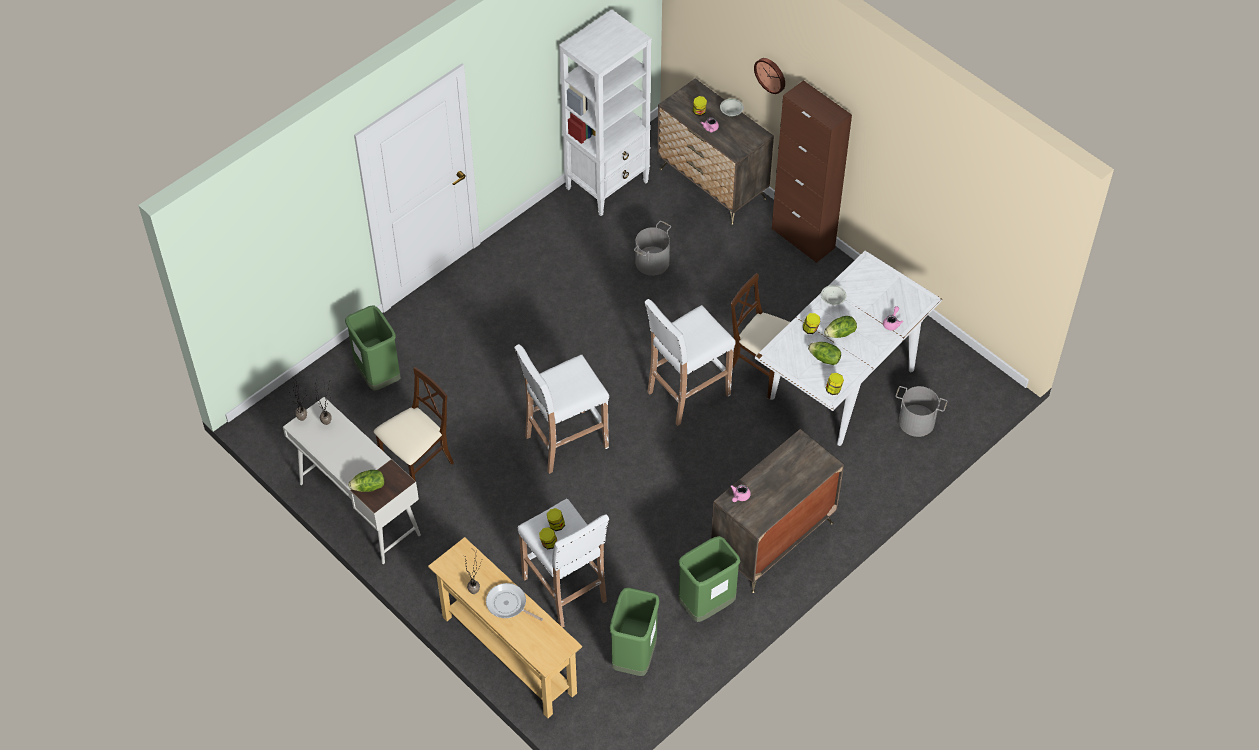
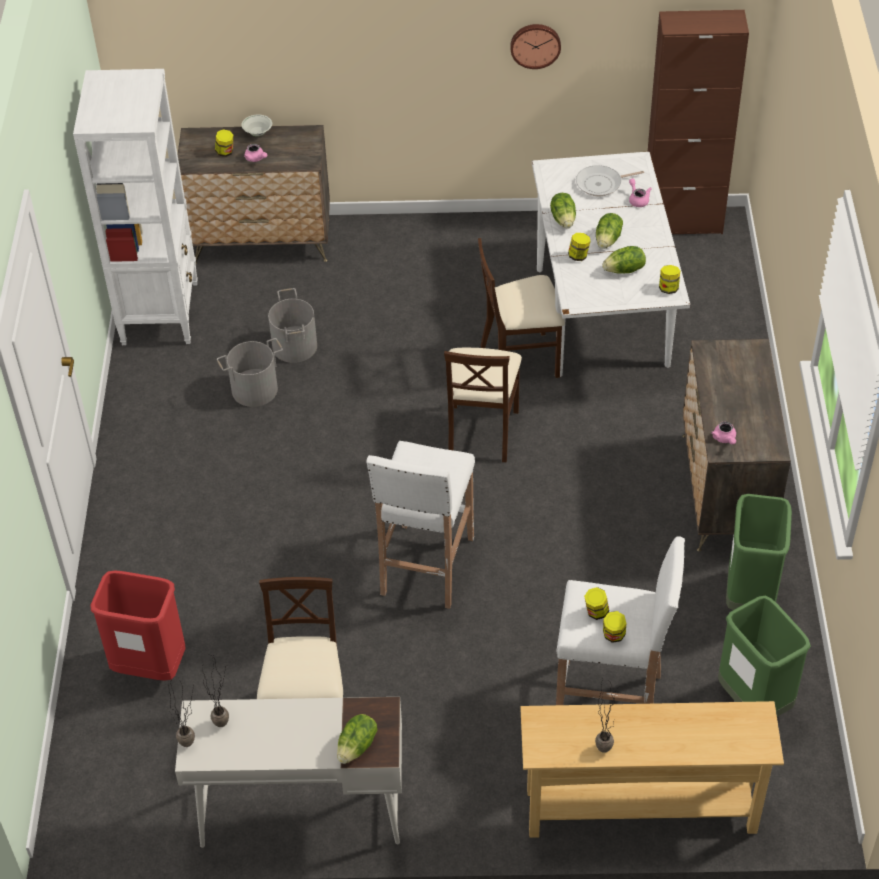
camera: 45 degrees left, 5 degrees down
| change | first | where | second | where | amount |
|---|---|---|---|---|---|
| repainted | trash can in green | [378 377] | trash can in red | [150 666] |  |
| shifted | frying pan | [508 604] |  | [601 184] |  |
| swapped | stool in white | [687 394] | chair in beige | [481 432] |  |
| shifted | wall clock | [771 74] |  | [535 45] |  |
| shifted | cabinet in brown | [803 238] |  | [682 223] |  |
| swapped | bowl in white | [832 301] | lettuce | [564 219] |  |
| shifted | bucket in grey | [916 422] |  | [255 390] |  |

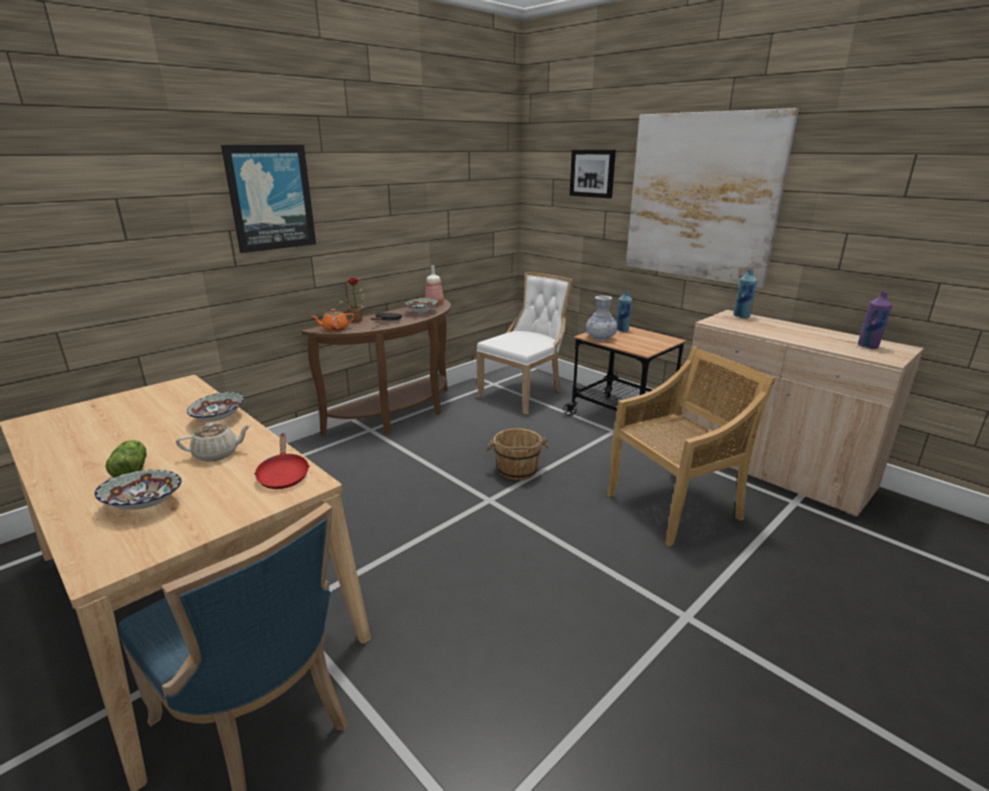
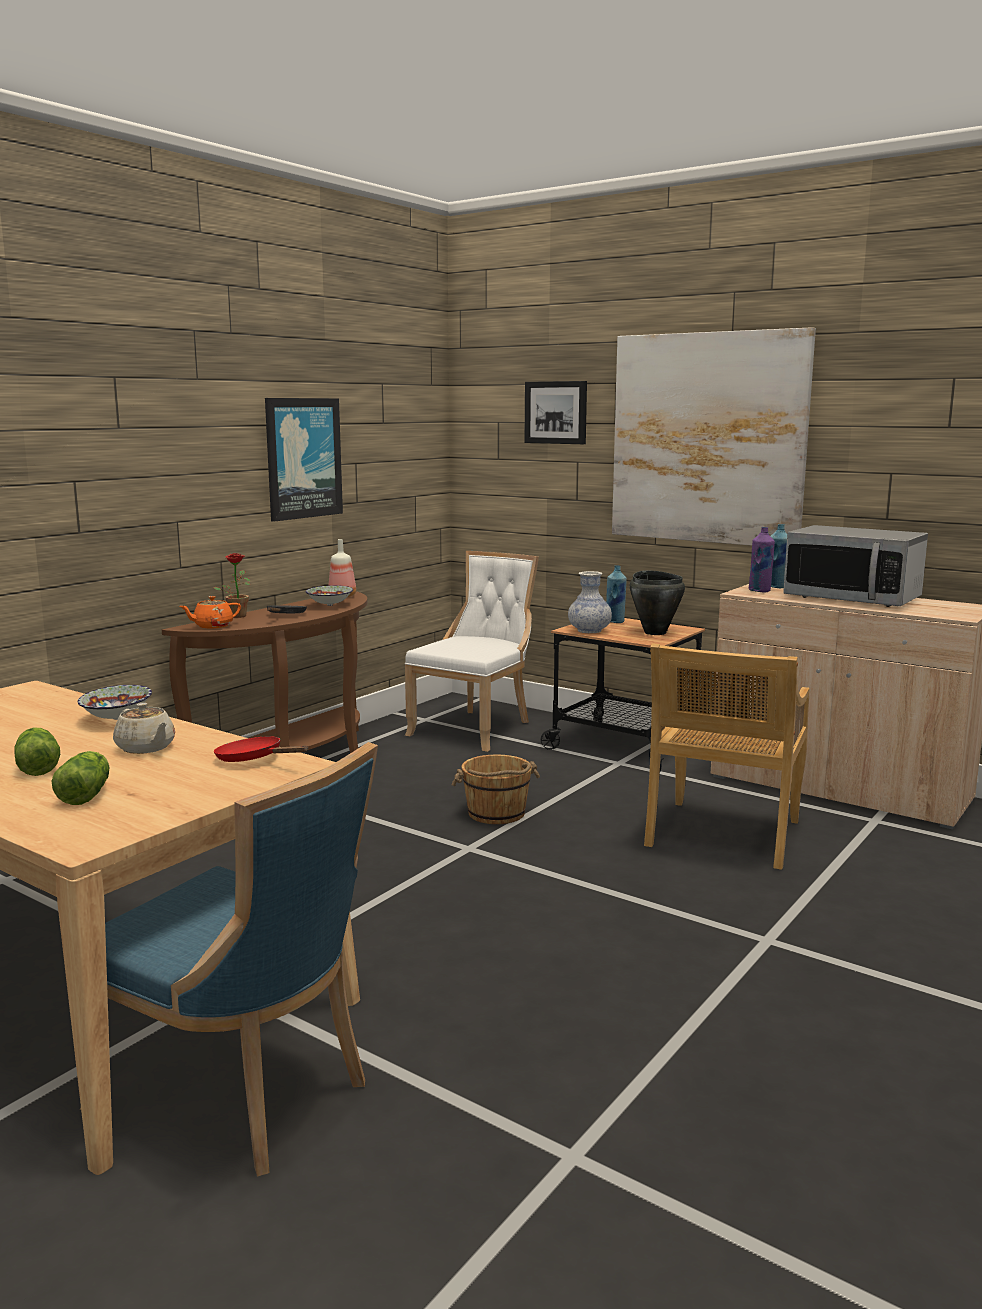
camera: 10 degrees left, 10 degrees down
| change | first | where | second | where | amount |
|---|---|---|---|---|---|
| swapped | bowl | [143 505] | lettuce | [87 794] |  |
| rotated | teapot in beige | [217 454] |  | [146 748] | 75 degrees clockwise |
| shifted | picture | [270 198] |  | [303 458] |  |
| rotated | frying pan in red | [283 475] |  | [254 759] | 150 degrees clockwise |
| rotated | chair in beige | [674 506] |  | [723 835] | 150 degrees clockwise |
| shifted | bottle in purple | [868 346] |  | [760 591] |  |
| new |  |  | cooking pot in black | [655 632] |  |
| new |  |  | microwave | [852 599] |  |

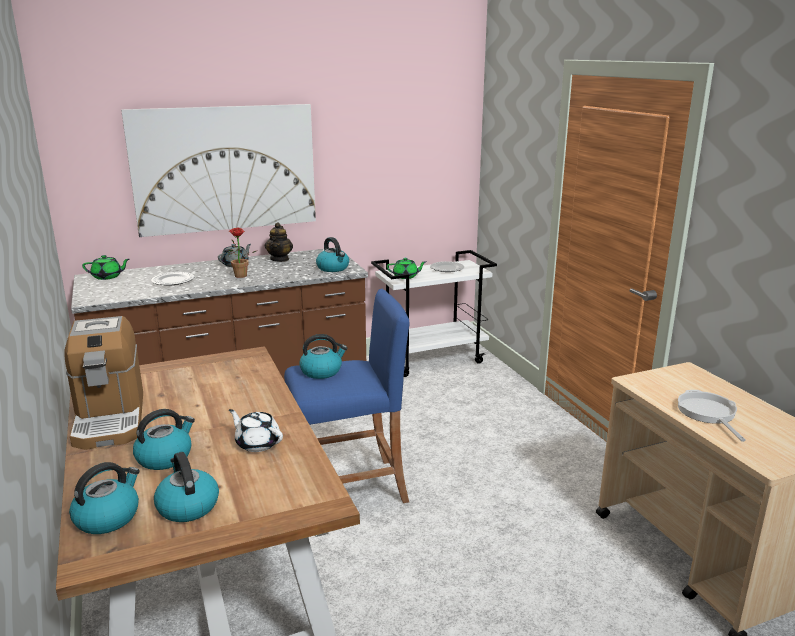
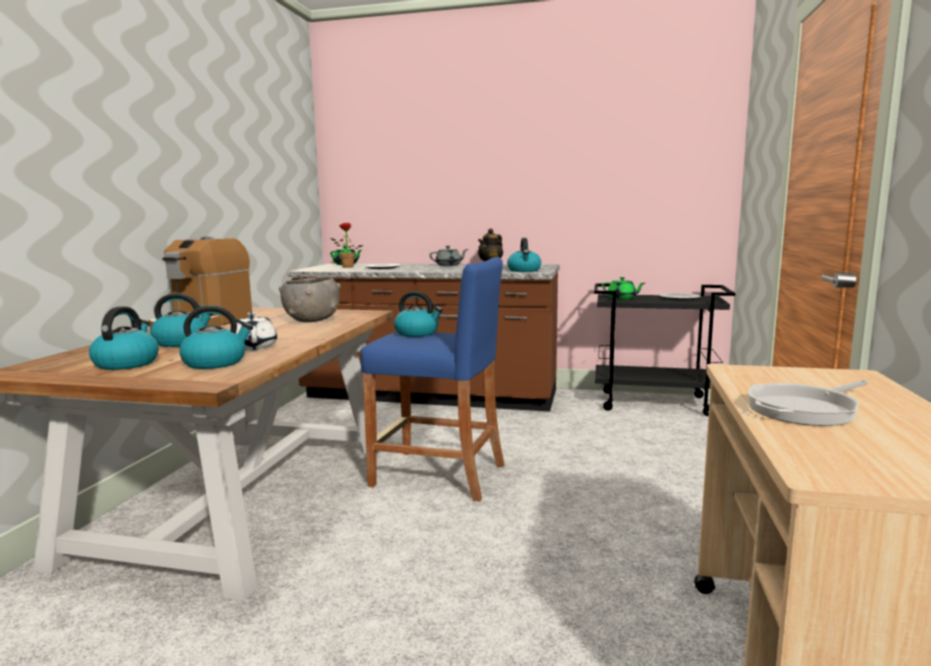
camera: 35 degrees right, 10 degrees down
| change | first | where | second | where | amount |
|---|---|---|---|---|---|
| shifted | kettle | [108 517] |  | [216 362] |  |
| gone | picture | [225 169] |  |  |  |
| shifted | potted plant | [240 276] |  | [346 267] |  |
| repainted | cart in white | [432 359] | cart in black | [655 403] |  |
| rotated | frying pan | [707 413] |  | [805 409] | 150 degrees counterclockwise |
| new |  |  | bowl in grey | [311 320] |  |

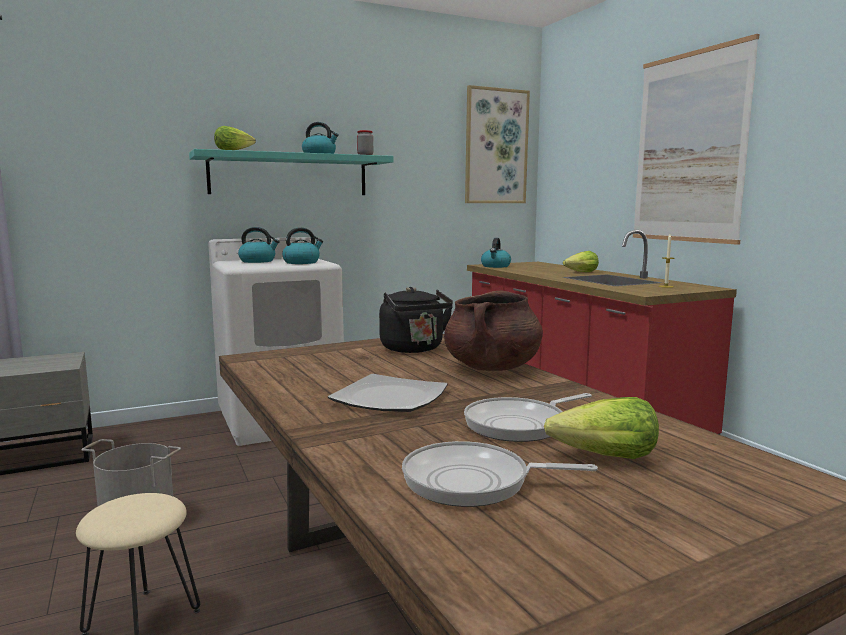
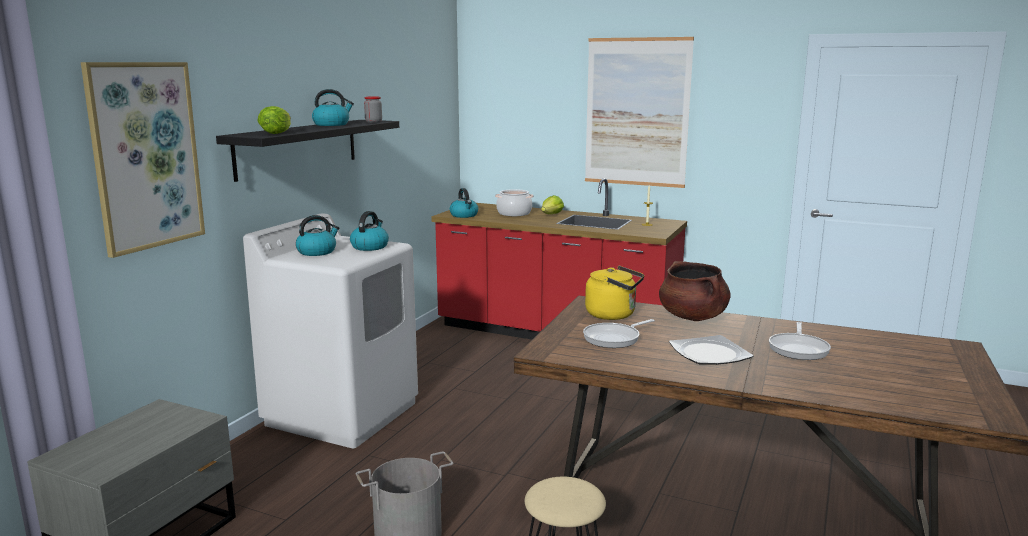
camera: 40 degrees left, 5 degrees up
| change | first | where | second | where | amount |
|---|---|---|---|---|---|
| repainted | shelf in turquoise | [289 175] | shelf in black | [298 148] |  |
| repainted | kettle in black | [414 349] | kettle in yellow | [613 315] |  |
| shifted | frying pan | [473 482] |  | [614 338] |  |
| shifted | picture | [496 147] |  | [145 156] |  |
| gone | lettuce | [605 457] |  |  |  |
| new |  |  | cooking pot | [514 213] |  |

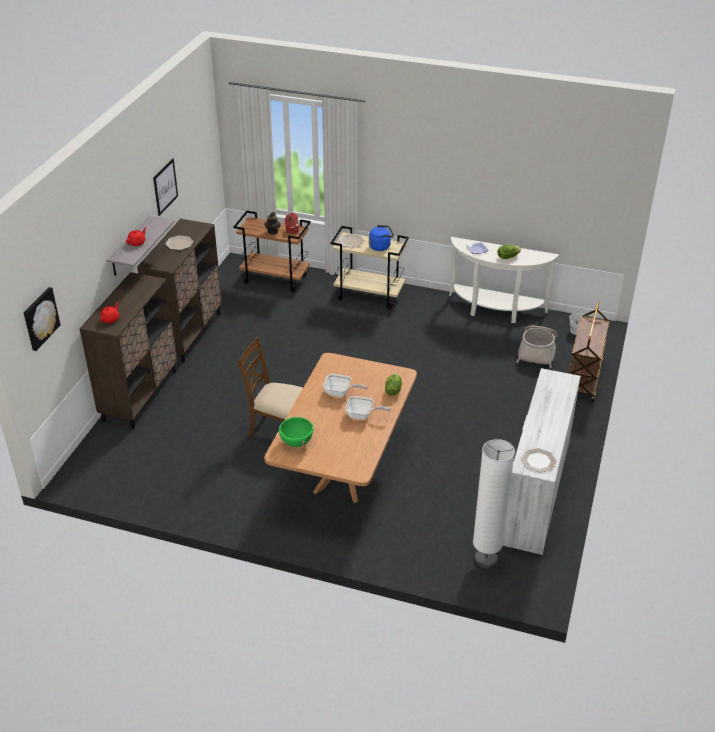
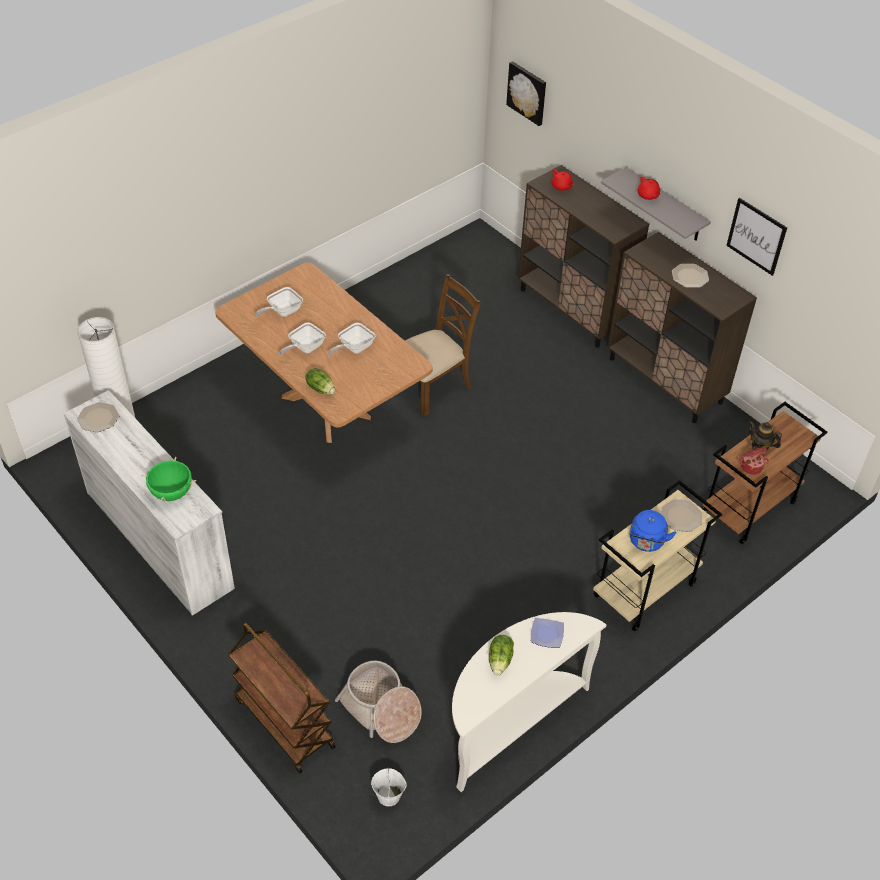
camera: 120 degrees right, 10 degrees up
| change | first | where | second | where | amount |
|---|---|---|---|---|---|
| shifted | cooking pot in green | [296 442] |  | [172 493] |  |
| new |  |  | frying pan | [282 311] |  |

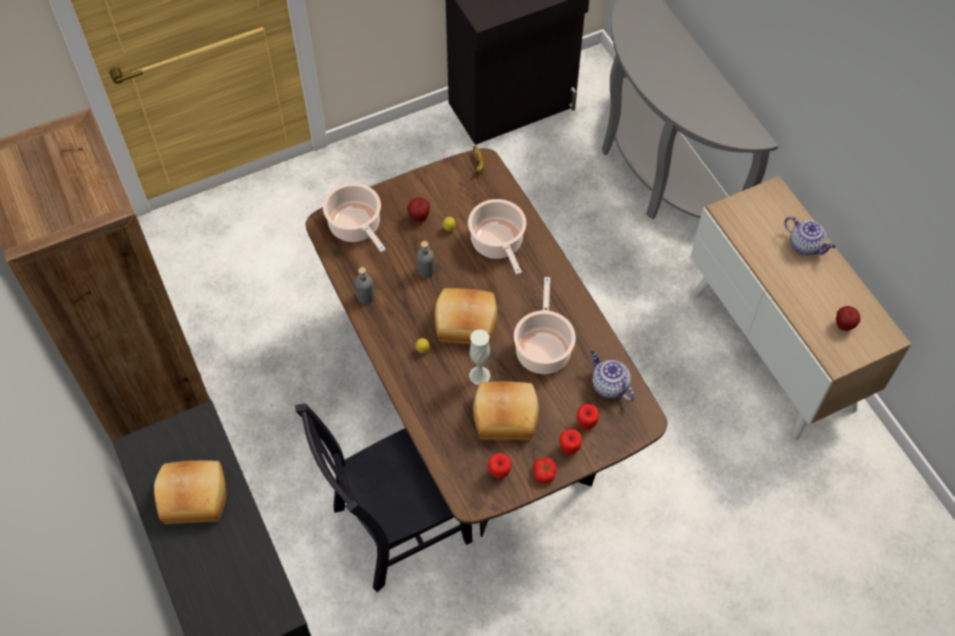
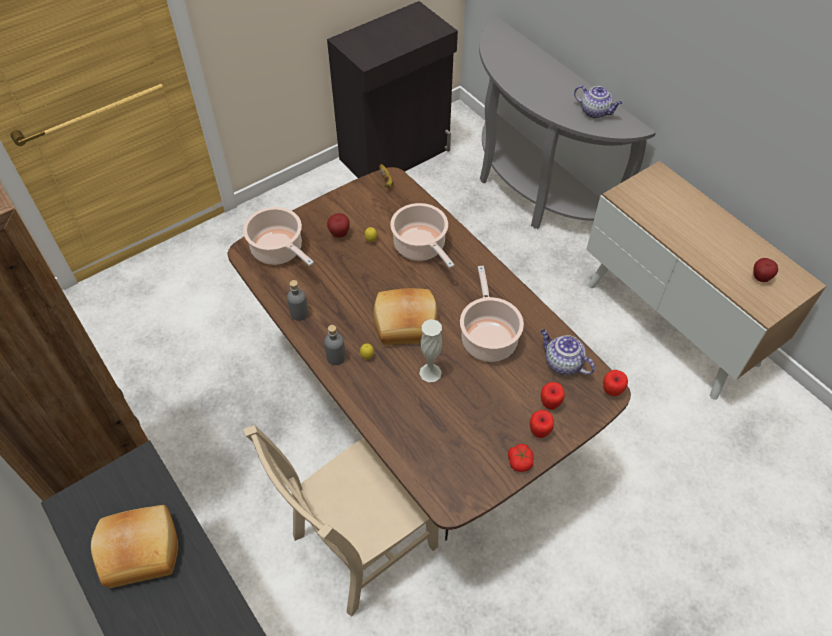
camera: 10 degrees left, 5 degrees down
| change | first | where | second | where | amount |
|---|---|---|---|---|---|
| repainted | chair in black | [396 527] | chair in beige | [359 545] |  |
| shifted | bottle in grey | [426 270] |  | [336 357] |  |
| gone | bread | [505 415] |  |  |  |
| shifted | apple | [499 473] |  | [611 392] |  |
| shifted | teapot | [805 245] |  | [595 112] |  |

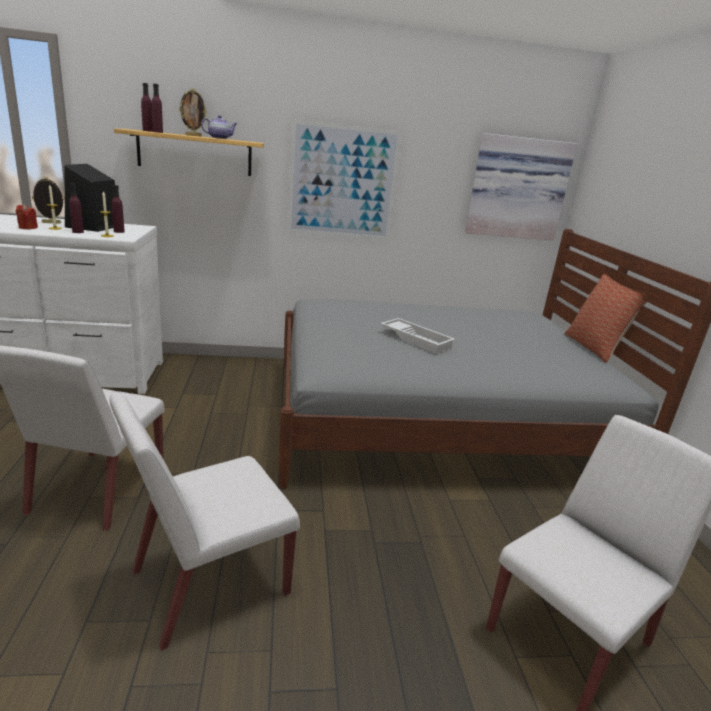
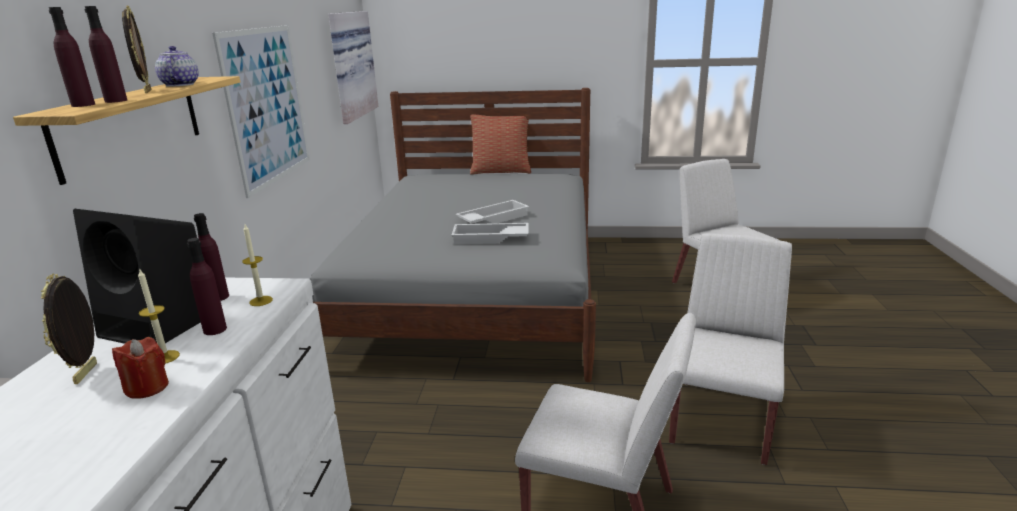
camera: 75 degrees left, 0 degrees up
| change | first | where | second | where | amount |
|---|---|---|---|---|---|
| rotated | chair in white | [208 584] |  | [722 419] | 135 degrees counterclockwise |
| new |  |  | tray in white | [490 239] |  |

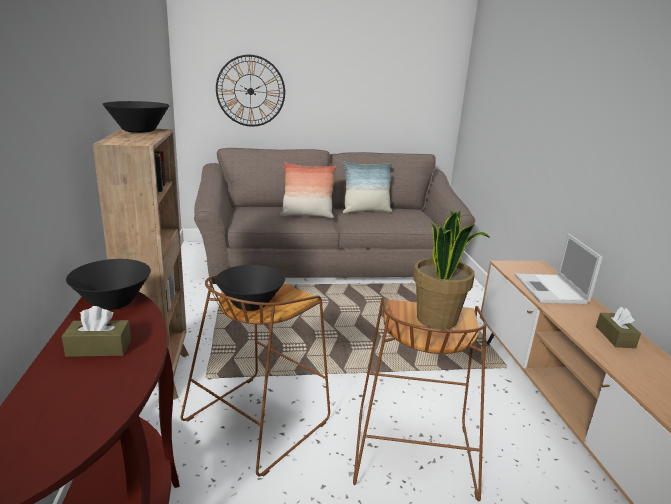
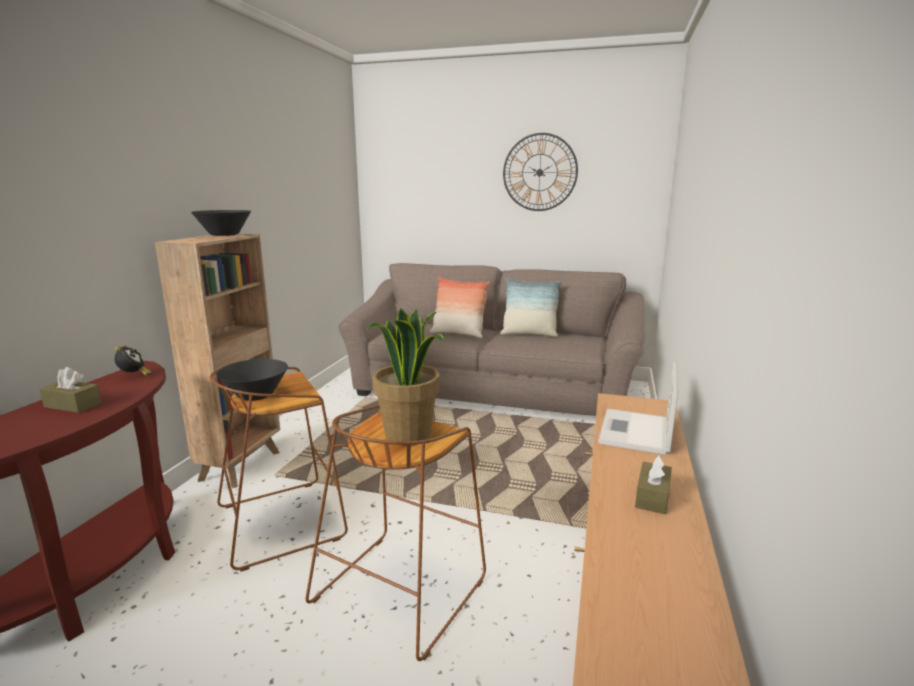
camera: 25 degrees right, 5 degrees down
| change | first | where | second | where | amount |
|---|---|---|---|---|---|
| swapped | bowl in black | [113 302] | alarm clock | [134 376] |  |
| shifted | wall clock | [250 91] |  | [539 172] |  |

